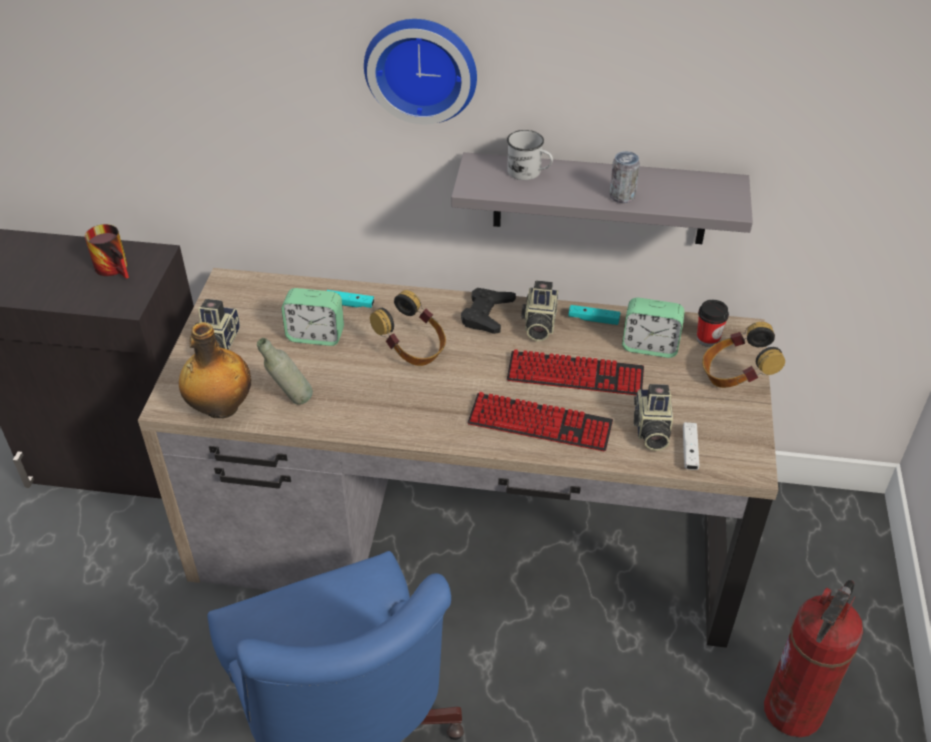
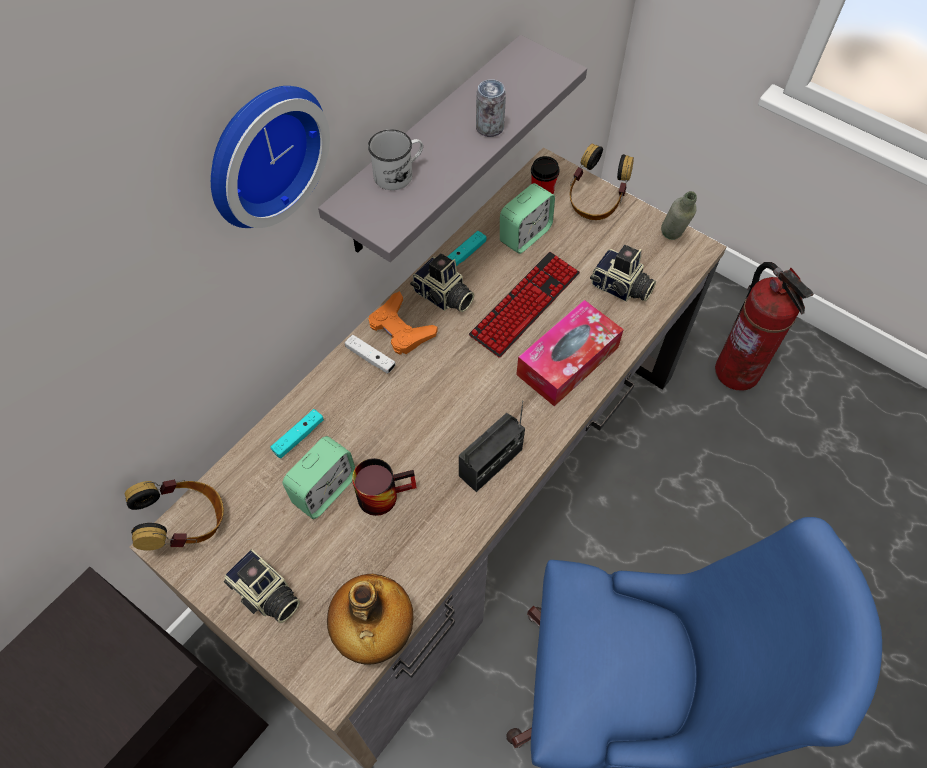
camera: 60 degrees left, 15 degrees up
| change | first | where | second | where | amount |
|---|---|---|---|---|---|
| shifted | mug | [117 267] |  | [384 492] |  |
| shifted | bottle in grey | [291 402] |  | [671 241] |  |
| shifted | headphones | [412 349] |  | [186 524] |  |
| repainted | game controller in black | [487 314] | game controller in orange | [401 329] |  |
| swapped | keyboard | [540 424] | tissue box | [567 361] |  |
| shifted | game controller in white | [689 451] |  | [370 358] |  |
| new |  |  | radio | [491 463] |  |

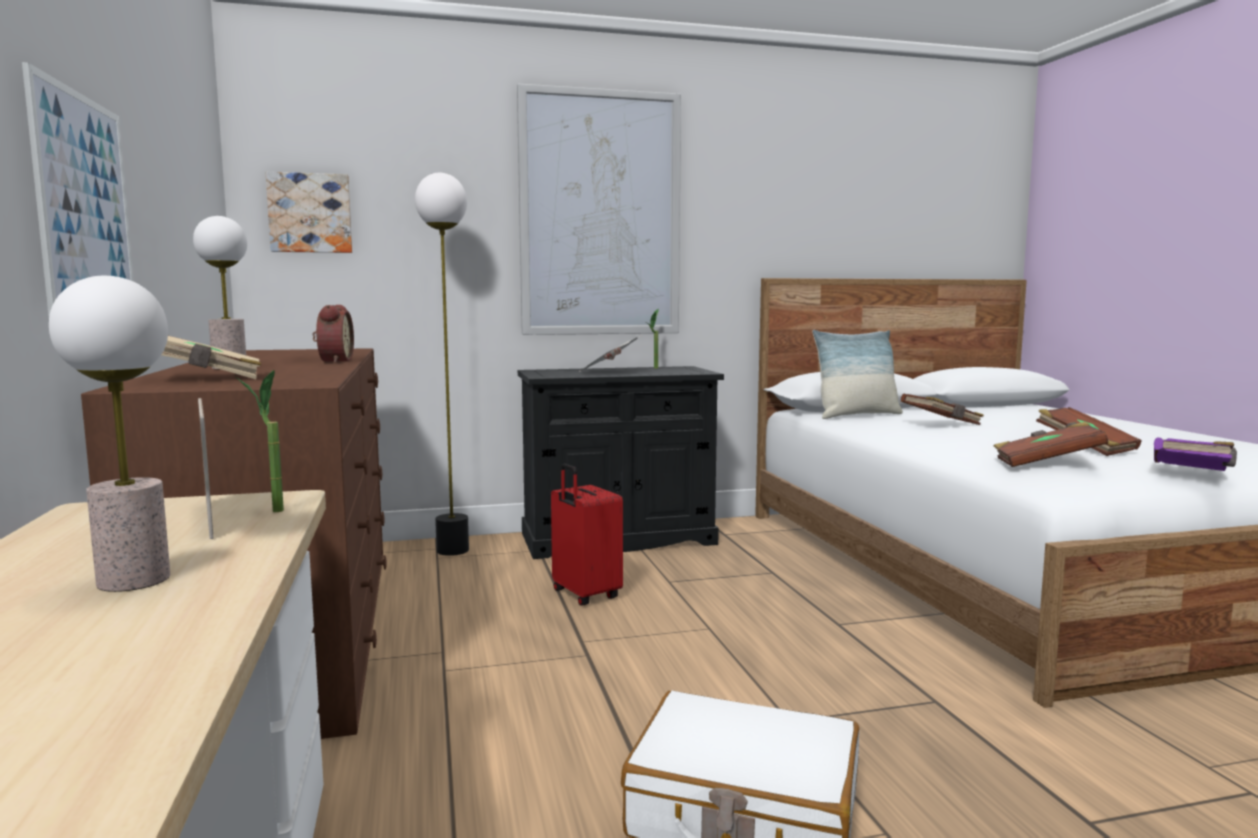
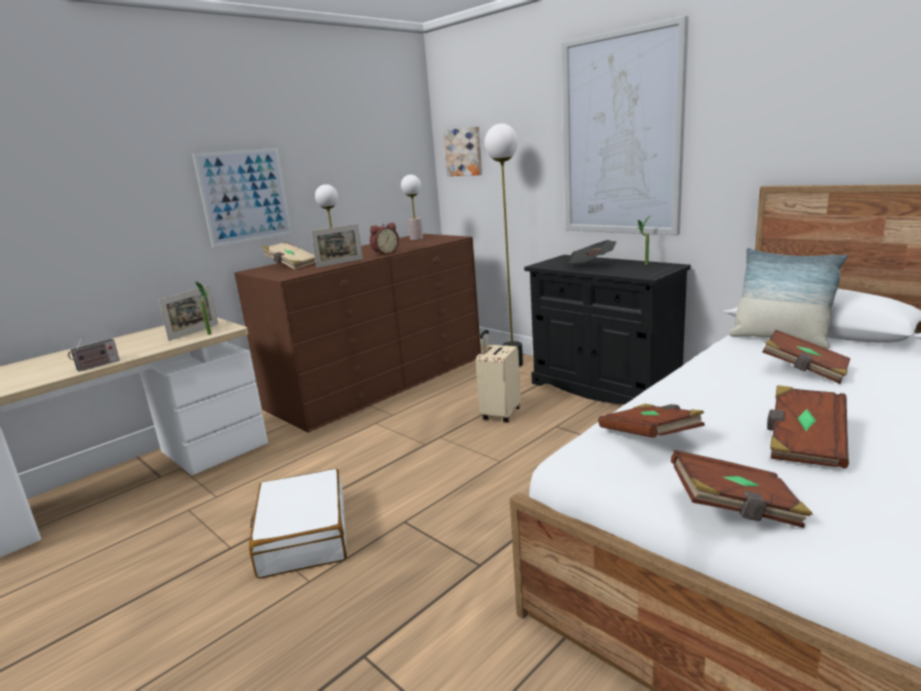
camera: 60 degrees right, 10 degrees up
| change | first | where | second | where | amount |
|---|---|---|---|---|---|
| shifted | table lamp | [133 580] |  | [416 239] |  |
| repainted | suitcase in red | [584 595] | suitcase in beige | [500 414] |  |
| repainted | book in purple | [1191 475] | book in brown | [736 509] |  |
| new |  |  | radio | [96 366] |  |
| new |  |  | picture frame | [340 263] |  |

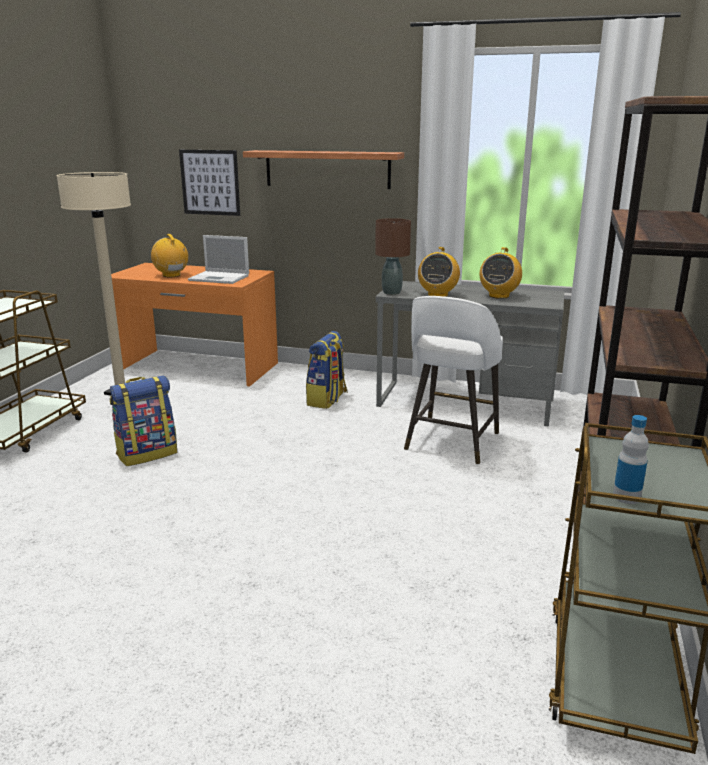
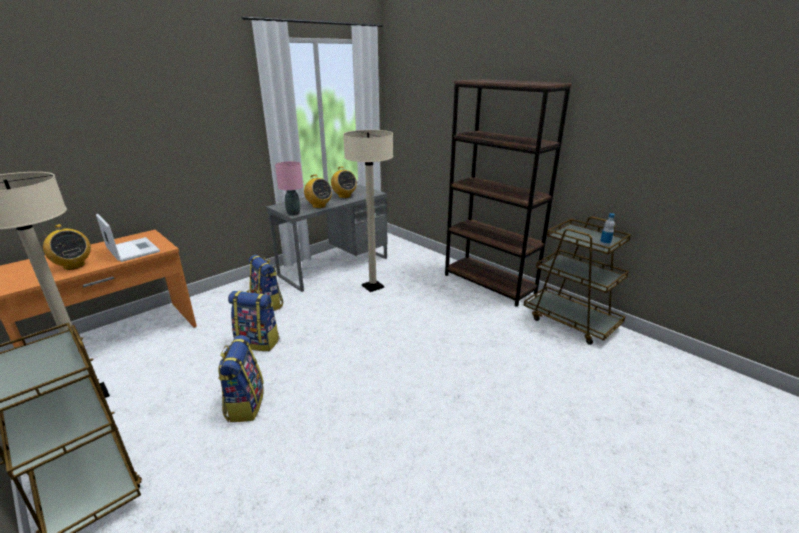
camera: 60 degrees left, 5 degrees up
| change | first | where | second | where | amount |
|---|---|---|---|---|---|
| rotated | radio | [171 275] |  | [74 265] | 135 degrees counterclockwise |
| gone | picture | [210 182] |  |  |  |
| rotated | laptop | [220 278] |  | [132 250] | 90 degrees counterclockwise |
| gone | shelf | [327 169] |  |  |  |
| repainted | table lamp in brown | [391 292] | table lamp in pink | [293 213] |  |
| swapped | stool in white | [451 442] | floor lamp in beige | [373 287] |  |
| new |  |  | backpack | [258 342] |  |

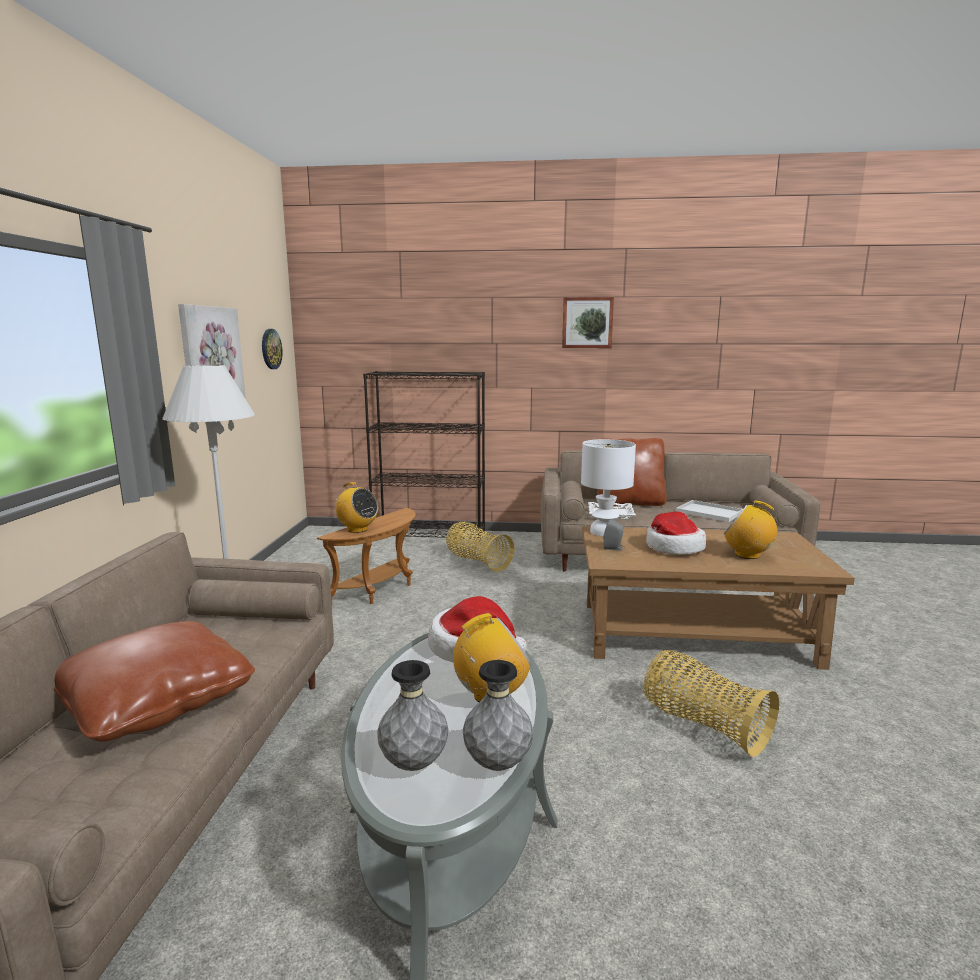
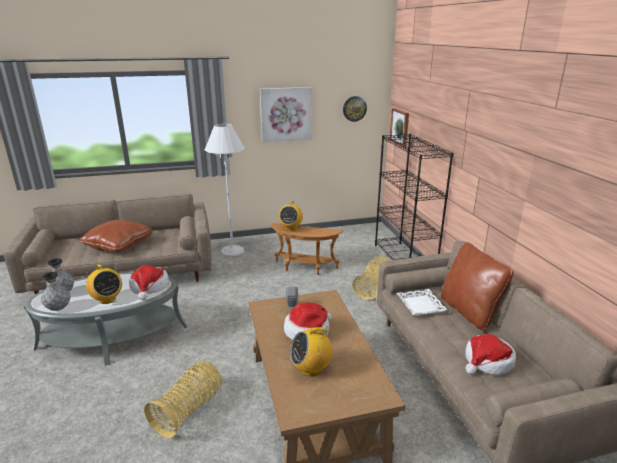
camera: 70 degrees right, 10 degrees up
| change | first | where | second | where | amount |
|---|---|---|---|---|---|
| shifted | picture | [587 322] |  | [400 127] |  |
| gone | table lamp in white | [604 531] |  |  |  |
| swapped | tray in white | [710 512] | hat | [487 362] |  |
| rotated | radio | [747 555] |  | [311 369] | 120 degrees counterclockwise |

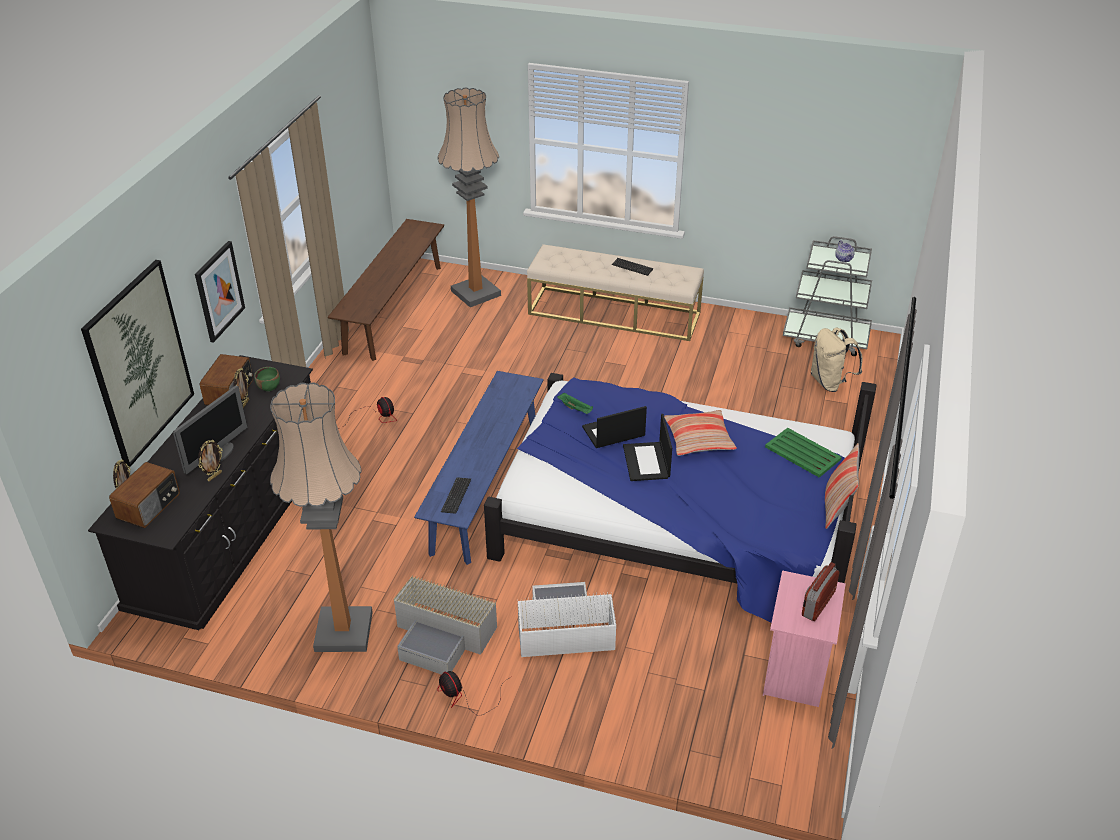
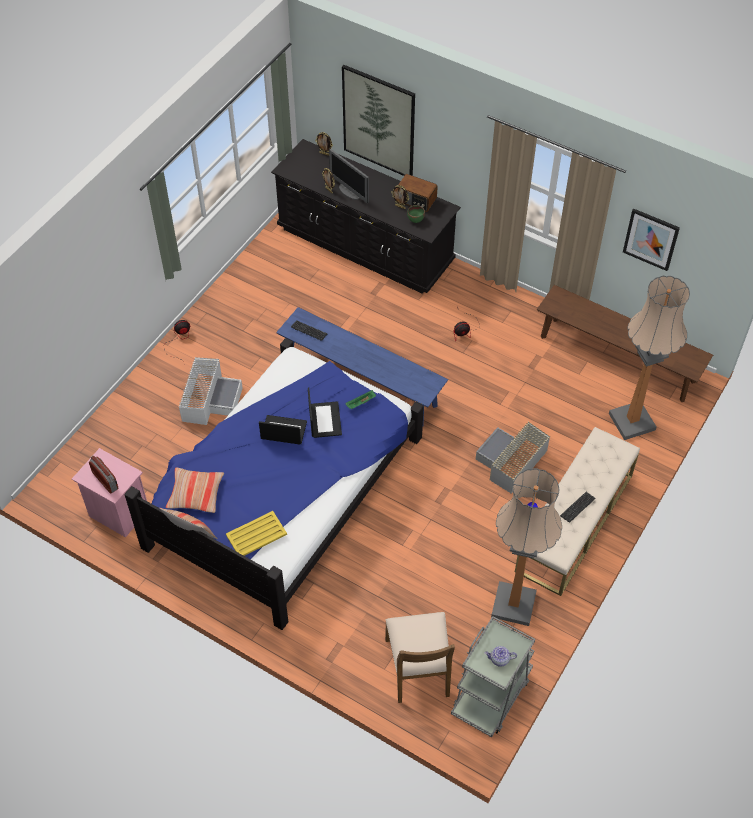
camera: 105 degrees right, 15 degrees up
| change | first | where | second | where | amount |
|---|---|---|---|---|---|
| gone | radio | [149 506] |  |  |  |
| shifted | picture | [219 291] |  | [651 239] |  |
| shifted | floor lamp | [343 631] |  | [513 604] |  |
| shifted | storage box in grey | [443 636] |  | [510 462] |  |
| shifted | pillow | [699 439] |  | [195 494] |  |
| repainted | tray in green | [802 453] | tray in yellow | [257 534] |  |
| swapped | backpack in beige | [830 382] | chair in brown | [418 667] |  |

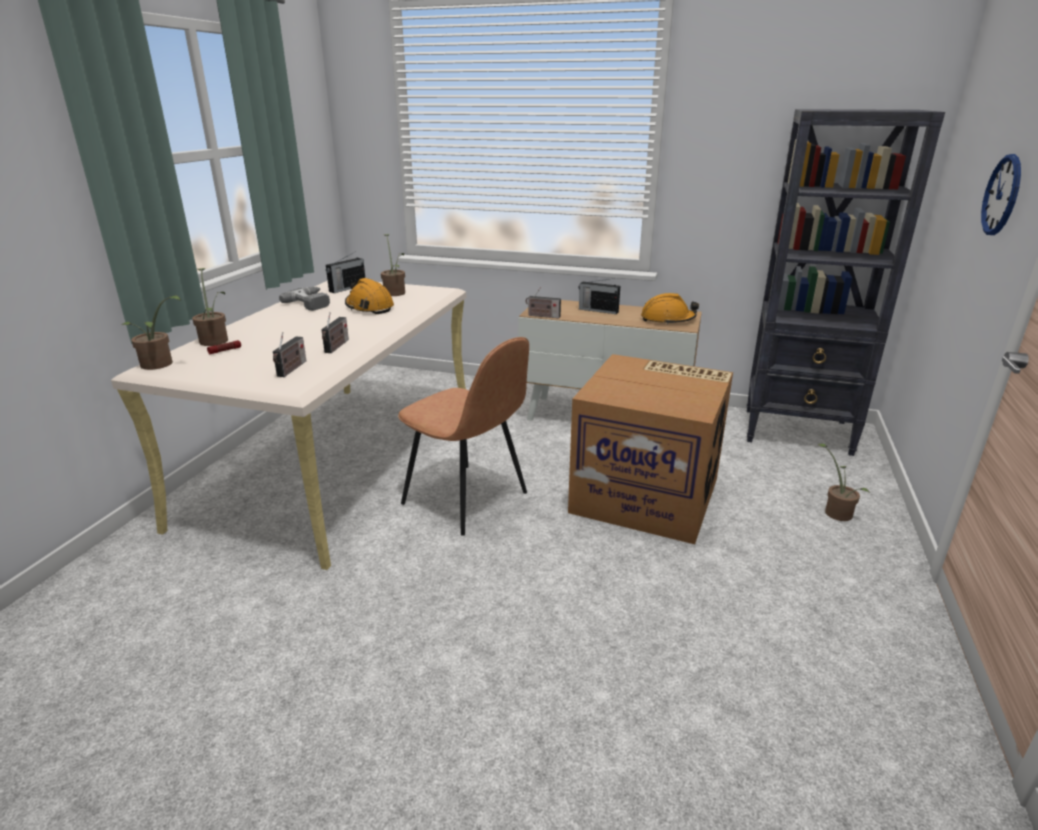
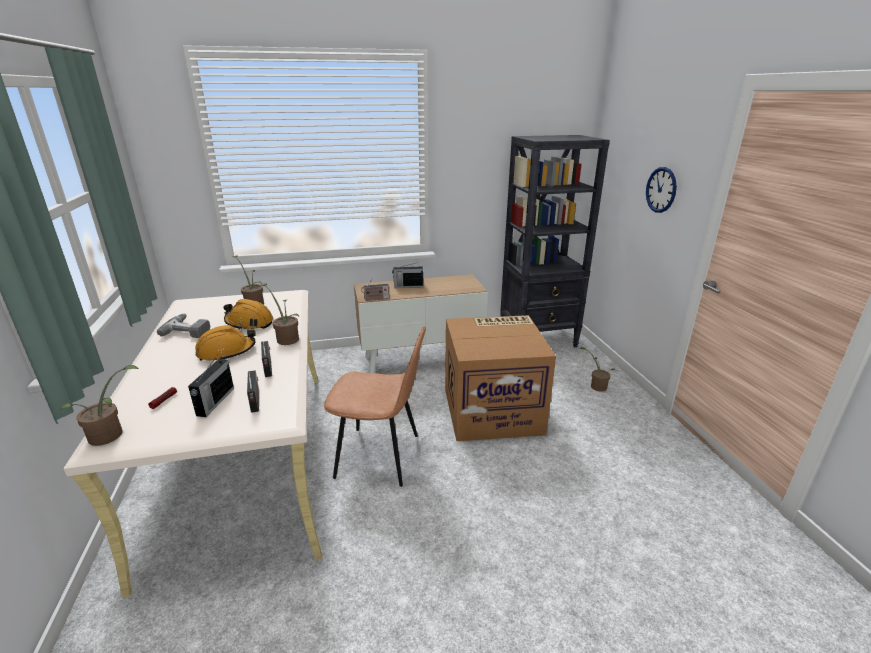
camera: 30 degrees left, 0 degrees up
| change | first | where | second | where | amount |
|---|---|---|---|---|---|
| shifted | potted plant | [215 340] |  | [286 338] |  |
| shifted | radio | [347 288] |  | [215 402] |  |
| shifted | hard hat in orange | [667 319] |  | [226 352] |  |

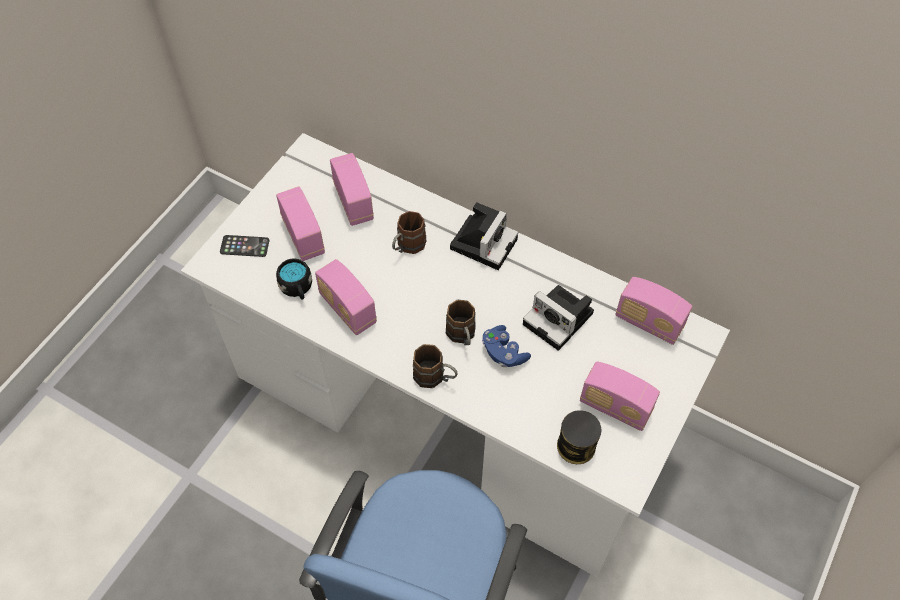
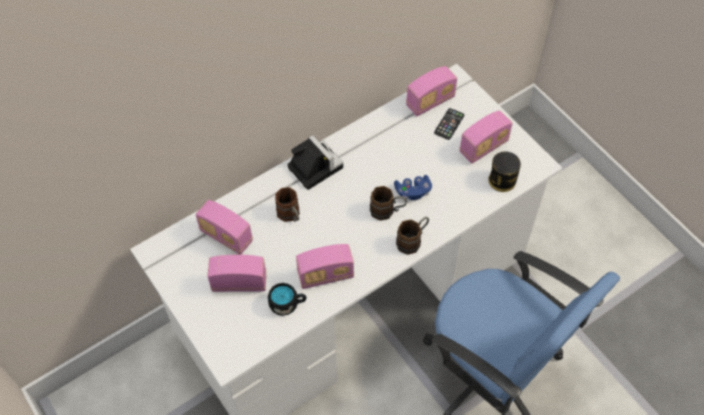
camera: 65 degrees left, 0 degrees up
| change | first | where | second | where | amount |
|---|---|---|---|---|---|
| shifted | phone | [244 246] |  | [449 124] |  |
| rotated | radio | [353 202] |  | [226 236] | 150 degrees counterclockwise |
| gone | photo camera | [560 320] |  |  |  |

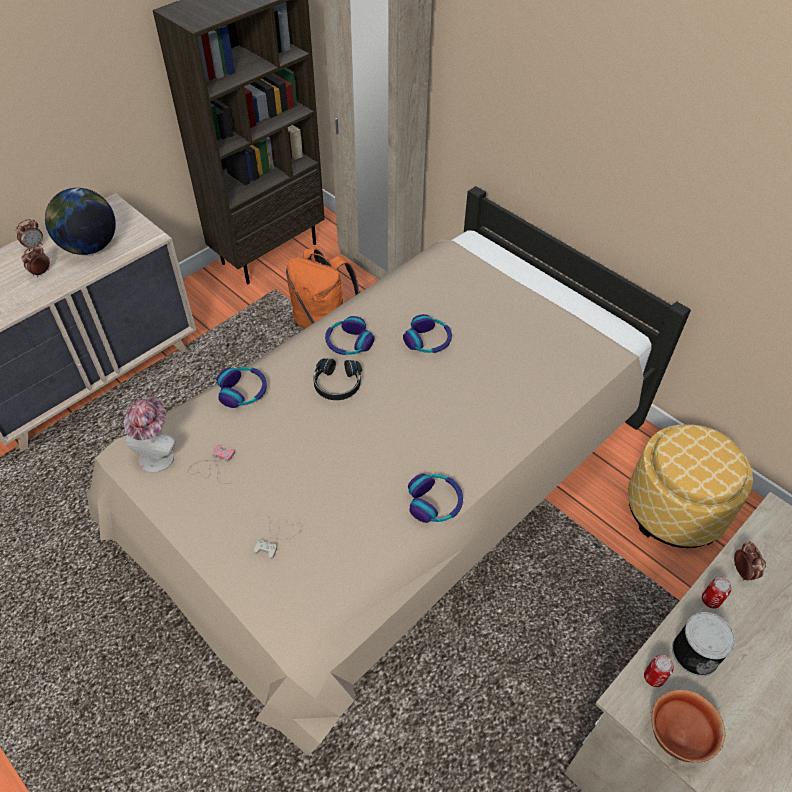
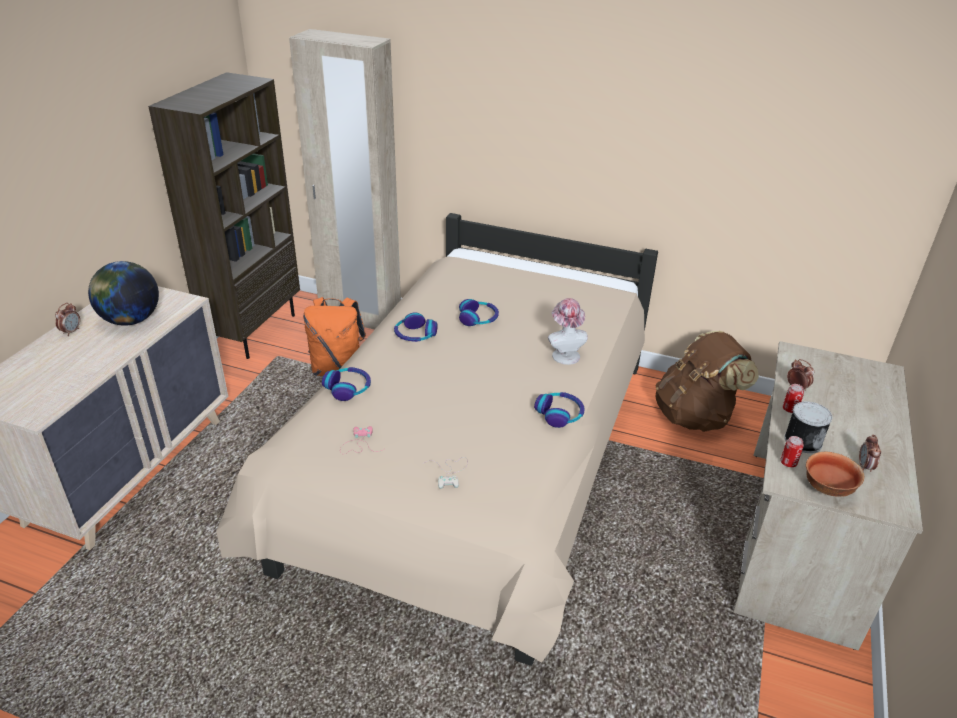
camera: 25 degrees left, 15 degrees down
| change | first | where | second | where | amount |
|---|---|---|---|---|---|
| shifted | alarm clock | [41 273] |  | [864 467] |  |
| shifted | hat | [158 454] |  | [564 354] |  |
| gone | headphones in black | [337 384] |  |  |  |
| swapped | ottoman | [674 509] | backpack in brown | [695 416] |  |

